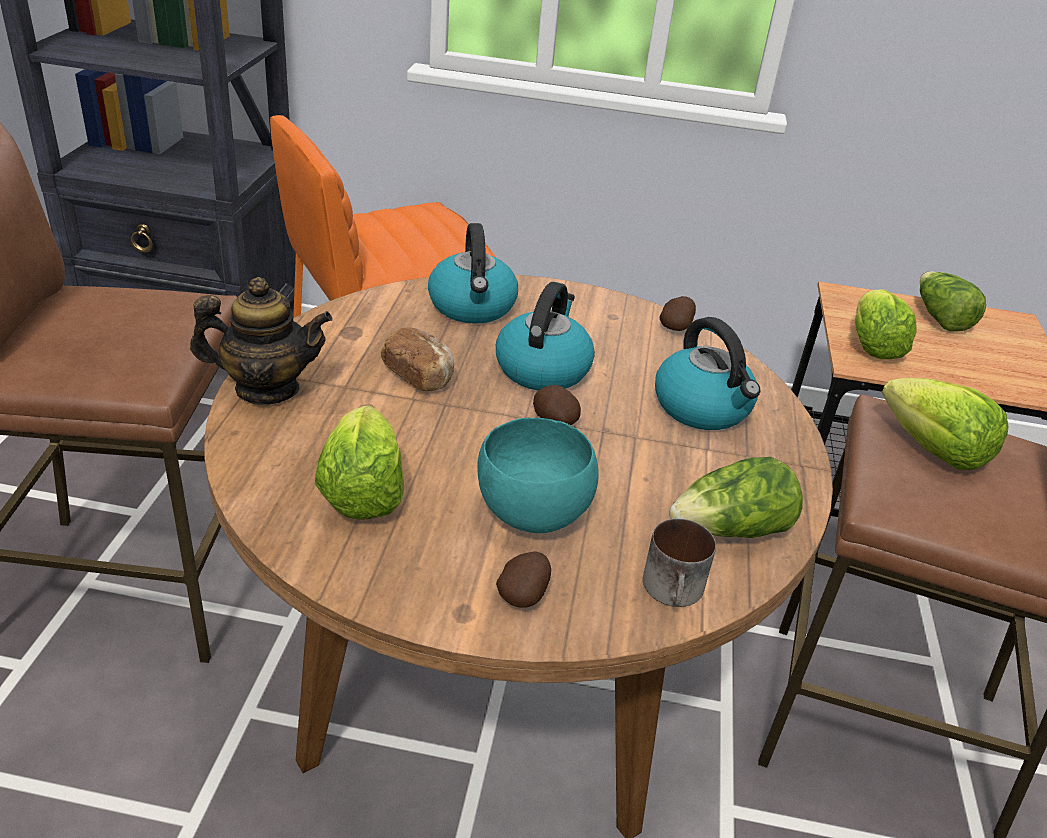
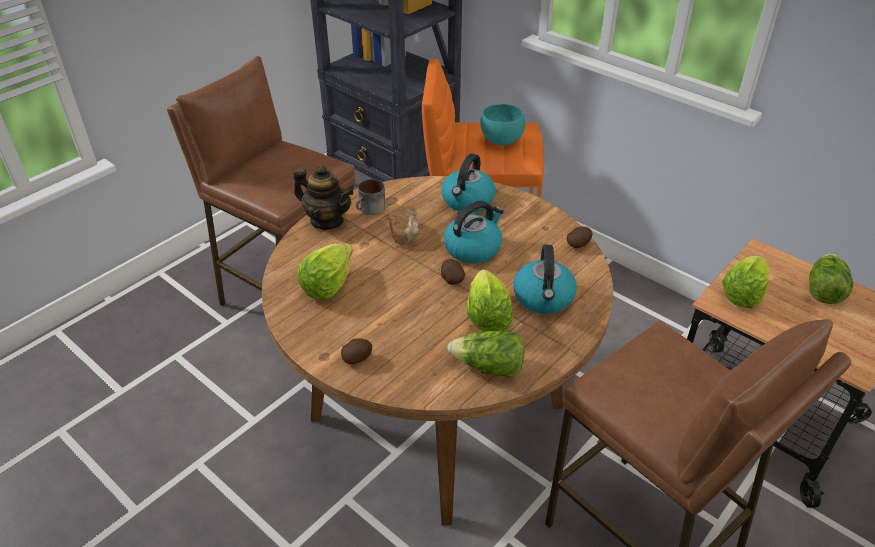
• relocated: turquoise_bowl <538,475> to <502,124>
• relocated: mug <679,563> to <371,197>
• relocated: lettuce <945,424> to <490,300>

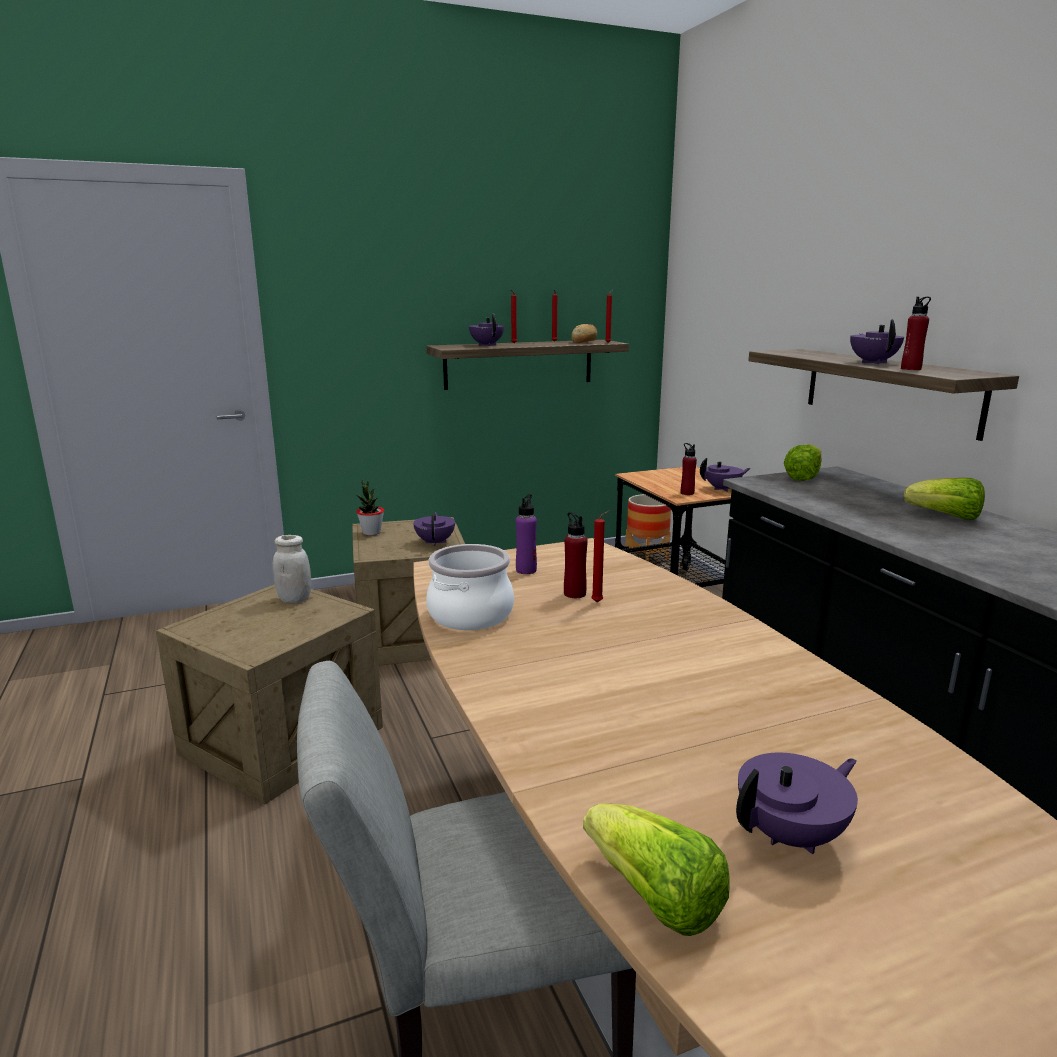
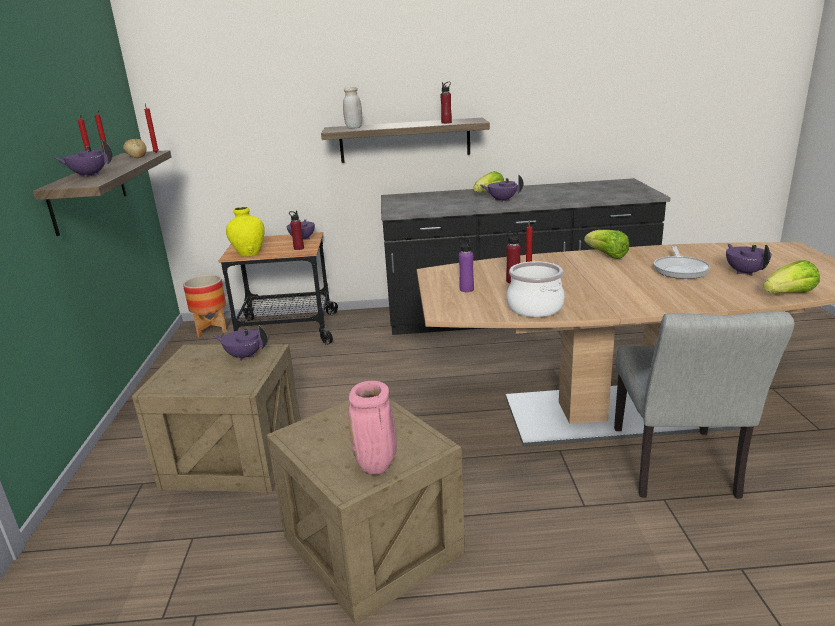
• relocated: white_jar <292,569> to <352,108>
• missing: potted_plant <370,507>
• relocated: lettuce <803,462> to <606,244>
• relocated: purple_teapot <877,341> to <502,188>
• appeared: yellow_vase <245,231>
• appeared: pink_vase <372,427>
• appeared: frying_pan <682,262>

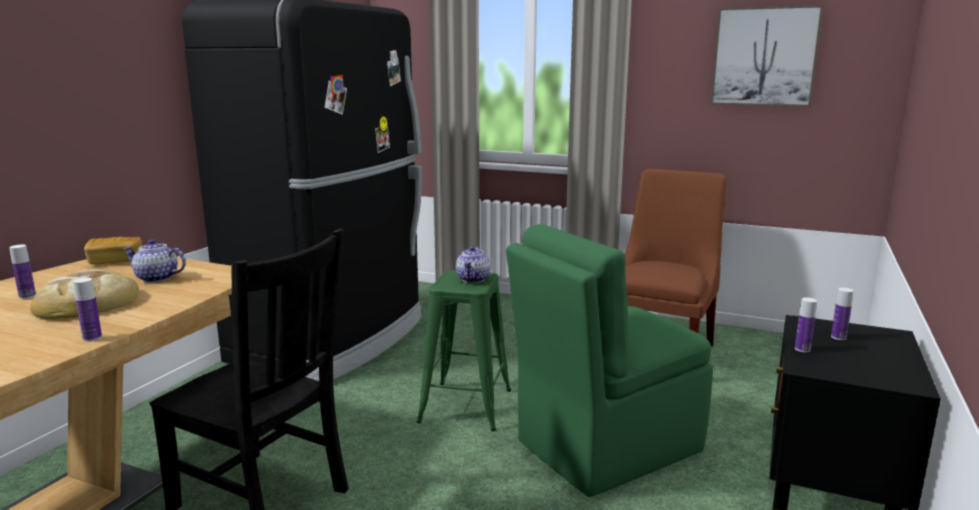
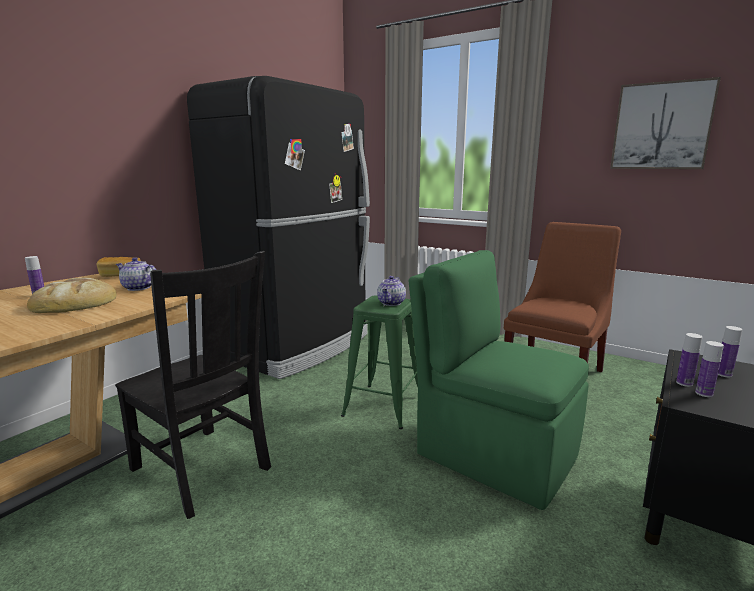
• relocated: bottle <87,310> to <709,369>
• spun: green_chair <609,360> = <499,380> 60 degrees clockwise

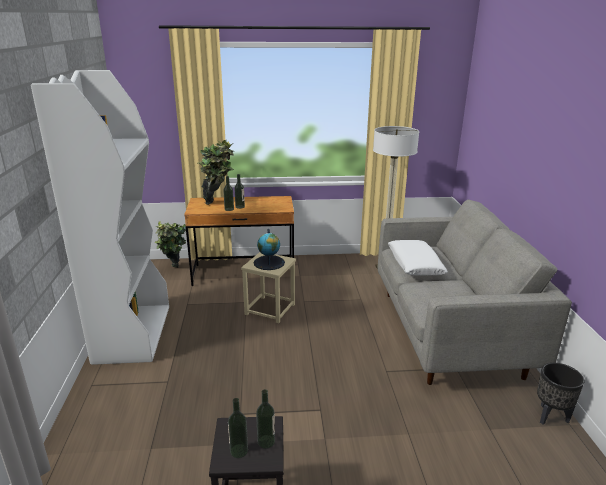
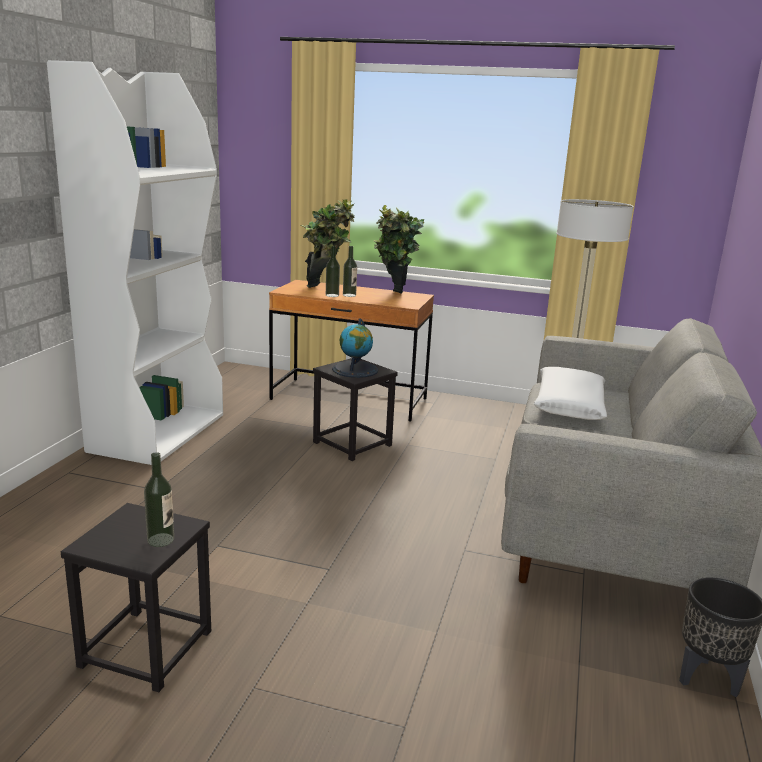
• relocated: potted_plant <170,244> to <398,249>
• missing: bottle <238,428>
• colour: beige_stool <268,287> to black_stool <355,409>

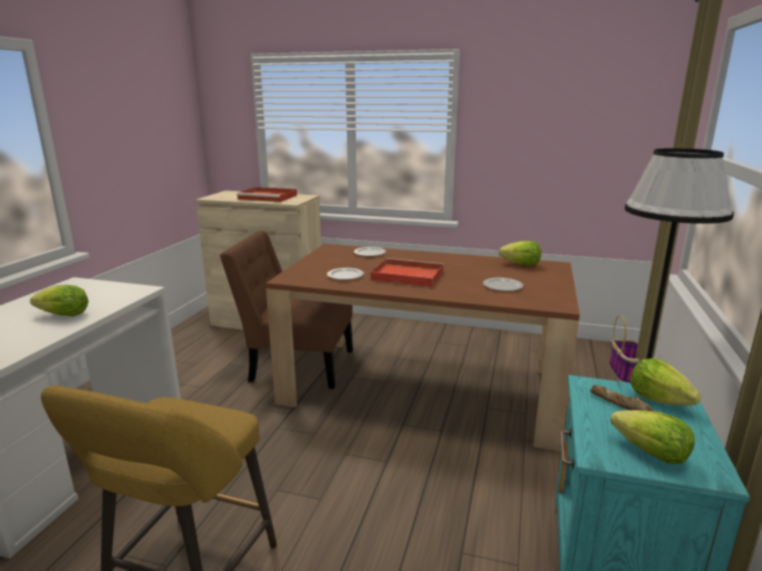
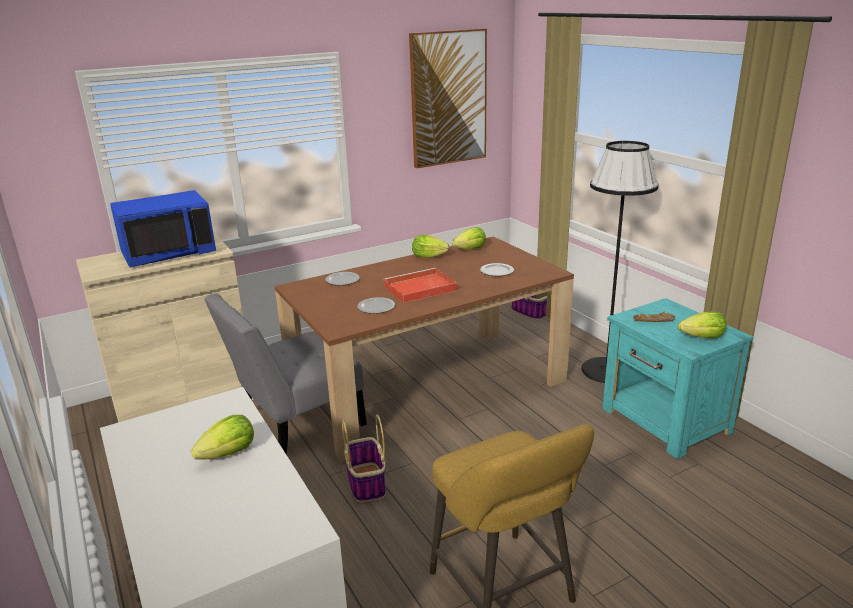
• colour: brown_chair <286,310> to grey_chair <285,374>
• exchanged: red_tray <266,194> to blue_microwave <163,229>
• relocated: lettuce <665,381> to <430,246>
• appeared: basket <364,458>
• appeared: picture <448,99>

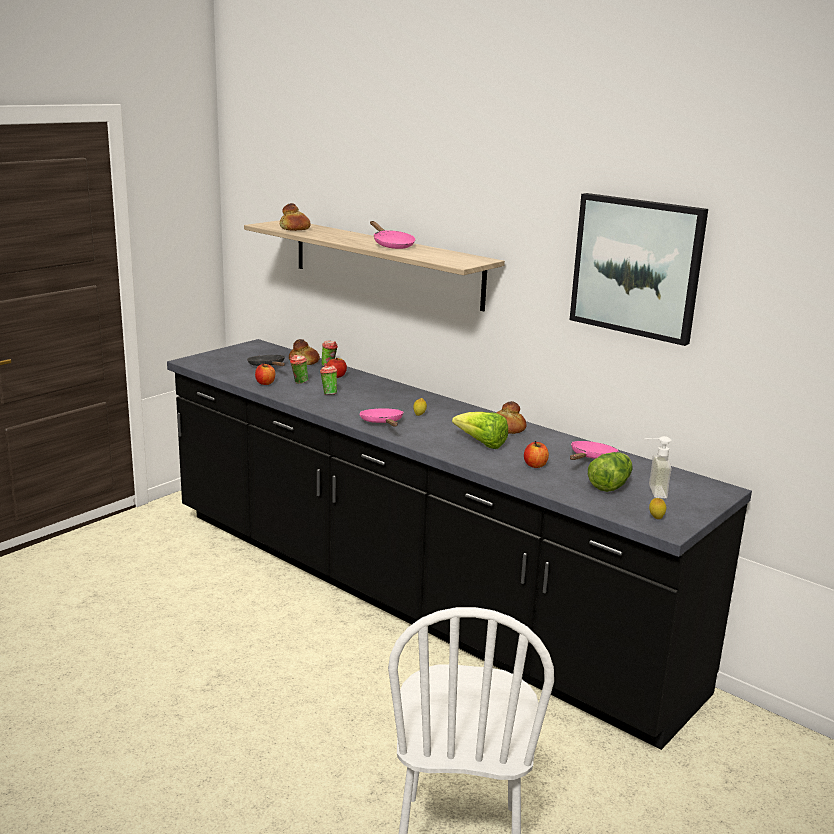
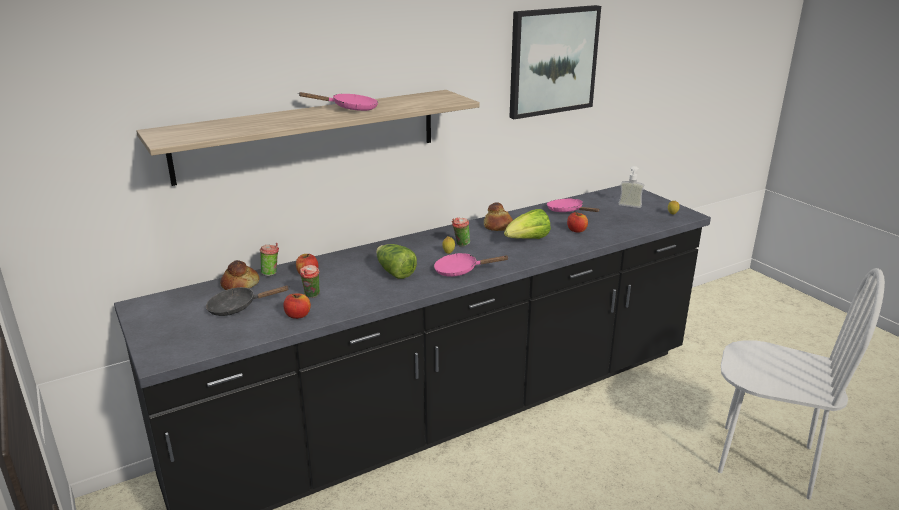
• missing: bread <295,217>
• relocated: cup <328,379> to <461,232>
• relocated: lettuce <610,472> to <396,261>

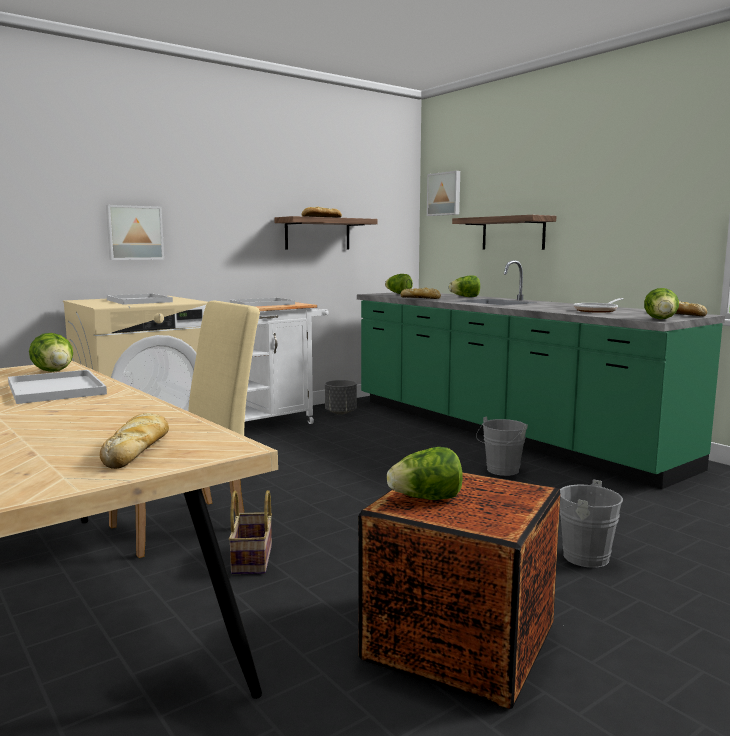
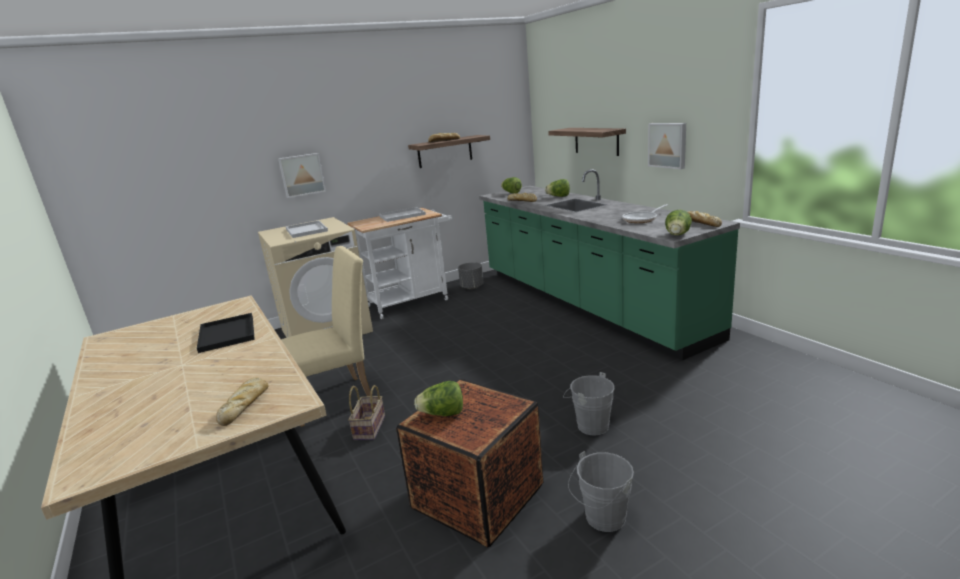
• colour: white_tray <57,387> to black_tray <226,333>
• missing: lettuce <51,352>
• relocated: picture <443,193> to <667,146>
• relocated: grey_bucket <502,446> to <601,491>

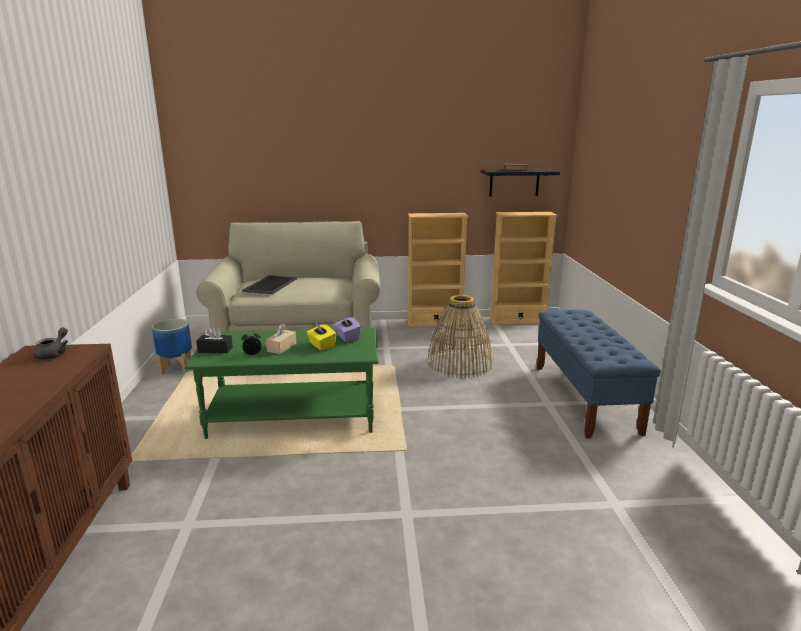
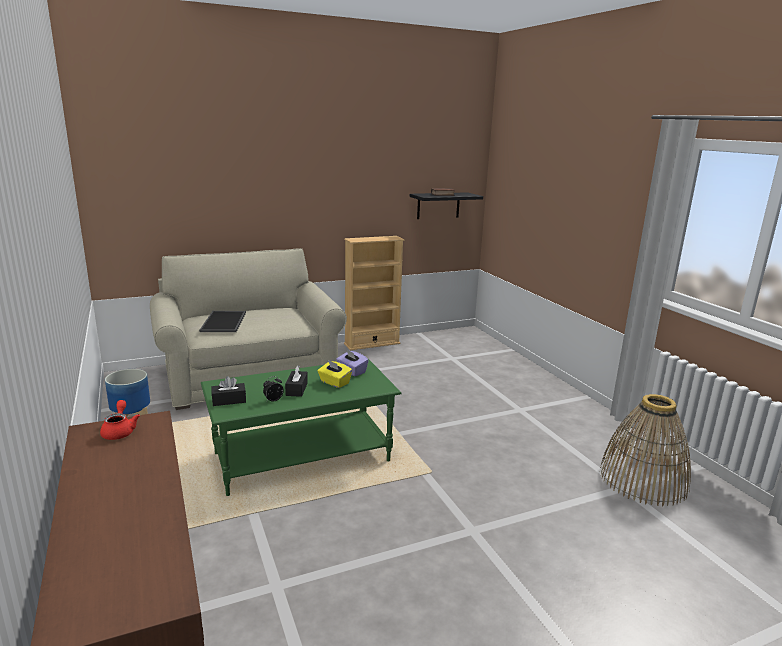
• colour: grey_teapot <50,344> to red_teapot <120,420>
• colour: beige_tissue_box <281,339> to black_tissue_box <296,381>
• relocated: basket <460,336> to <645,450>
• missing: beige_bookcase <524,268>
• missing: blue_bench <599,374>

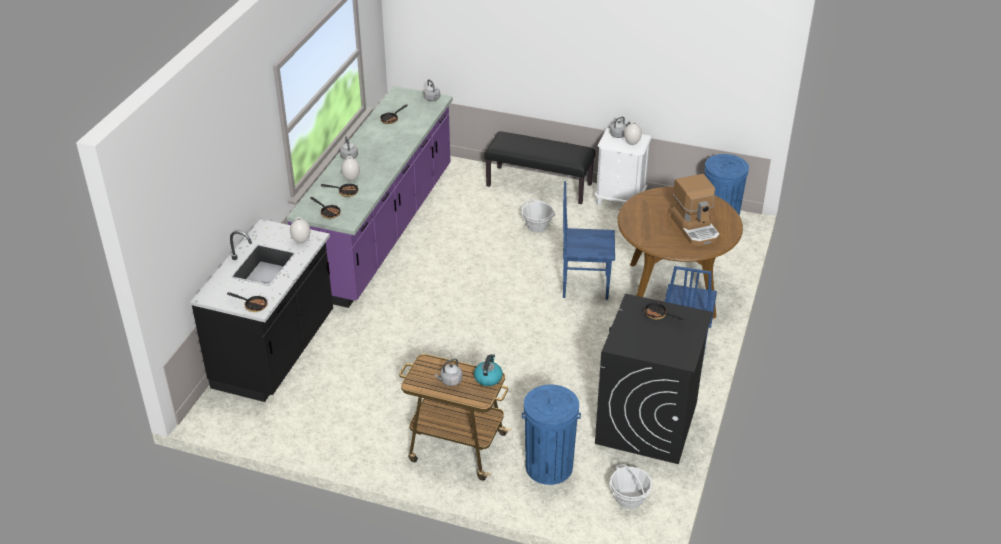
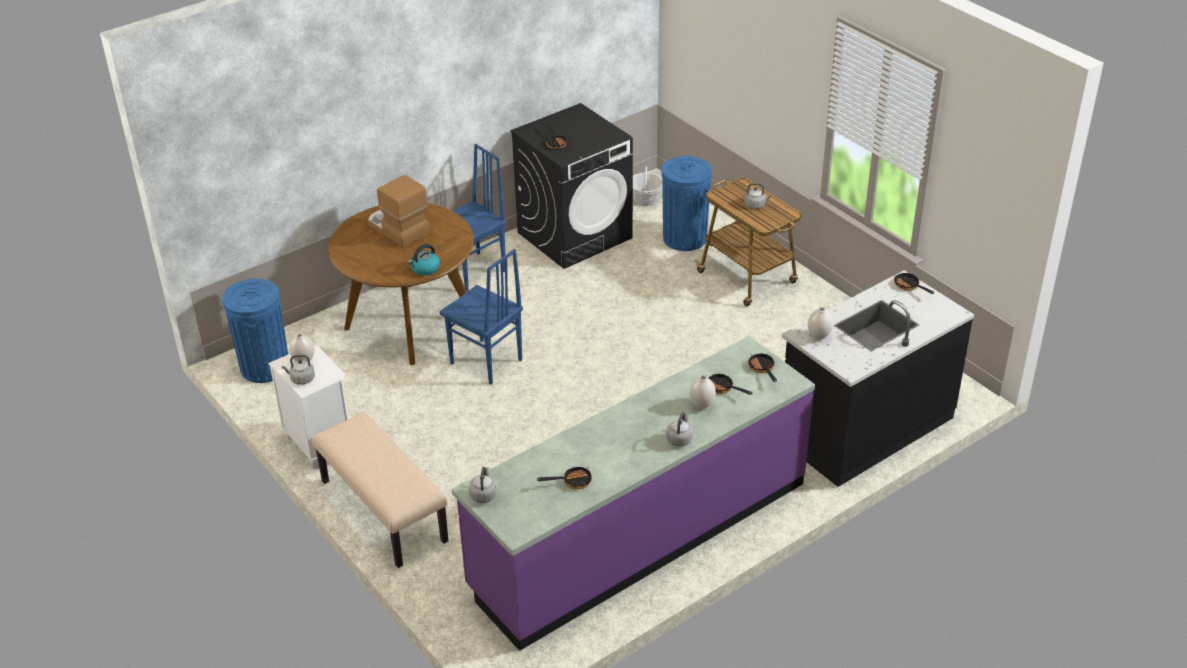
• relocated: kettle <488,370> to <424,260>
• colour: black_bench <539,167> to beige_bench <380,490>
• missing: basket <538,215>
• spun: coffee_machine <695,210> = <399,211> 60 degrees counterclockwise

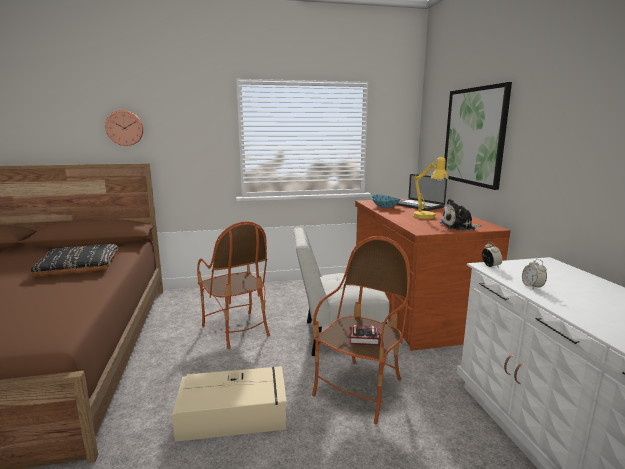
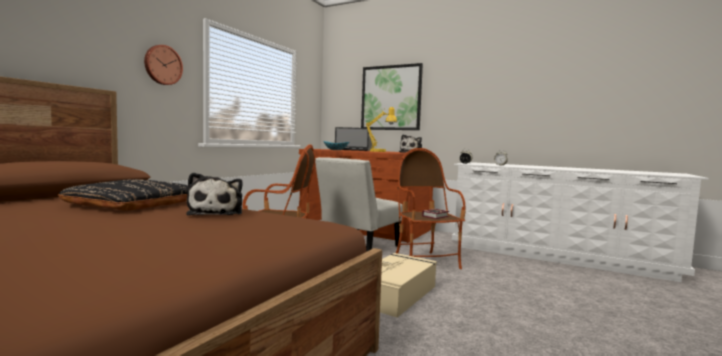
• relocated: wall_clock <124,128> to <163,65>
• appeared: plush_toy <214,193>

